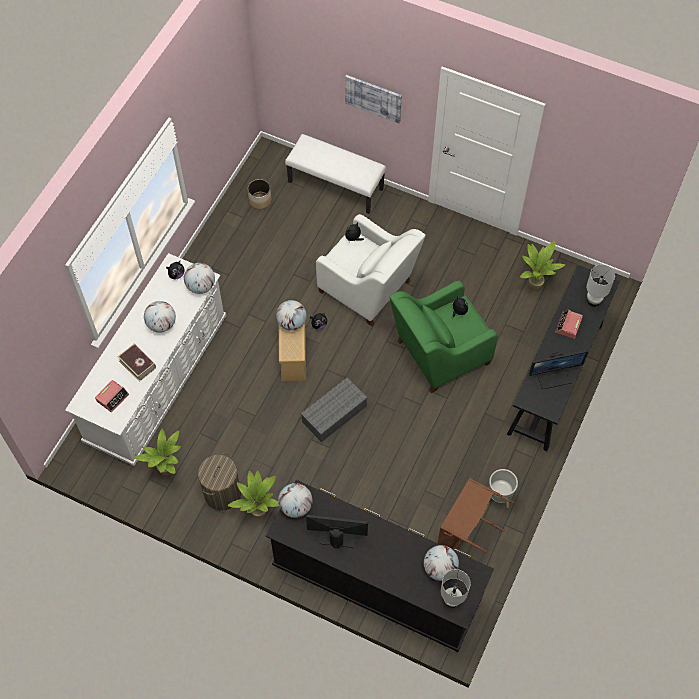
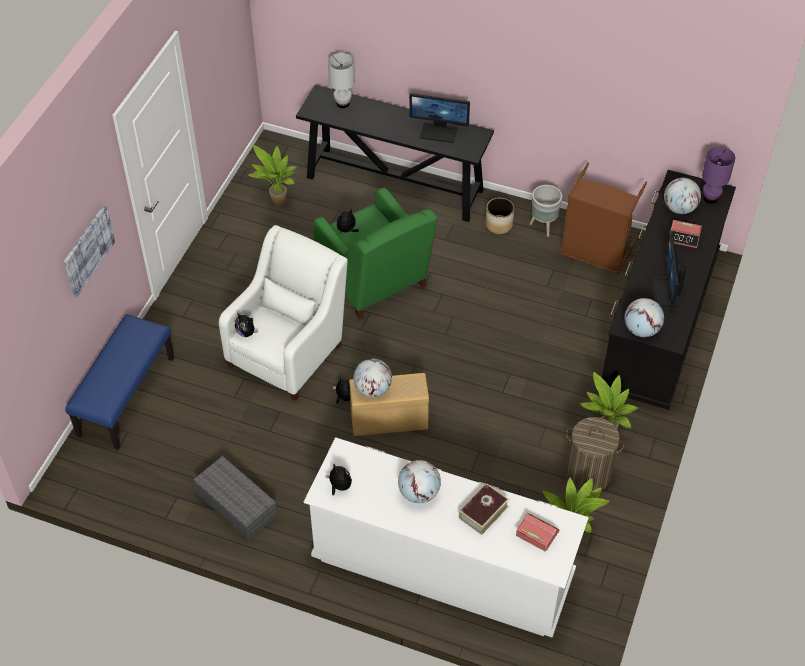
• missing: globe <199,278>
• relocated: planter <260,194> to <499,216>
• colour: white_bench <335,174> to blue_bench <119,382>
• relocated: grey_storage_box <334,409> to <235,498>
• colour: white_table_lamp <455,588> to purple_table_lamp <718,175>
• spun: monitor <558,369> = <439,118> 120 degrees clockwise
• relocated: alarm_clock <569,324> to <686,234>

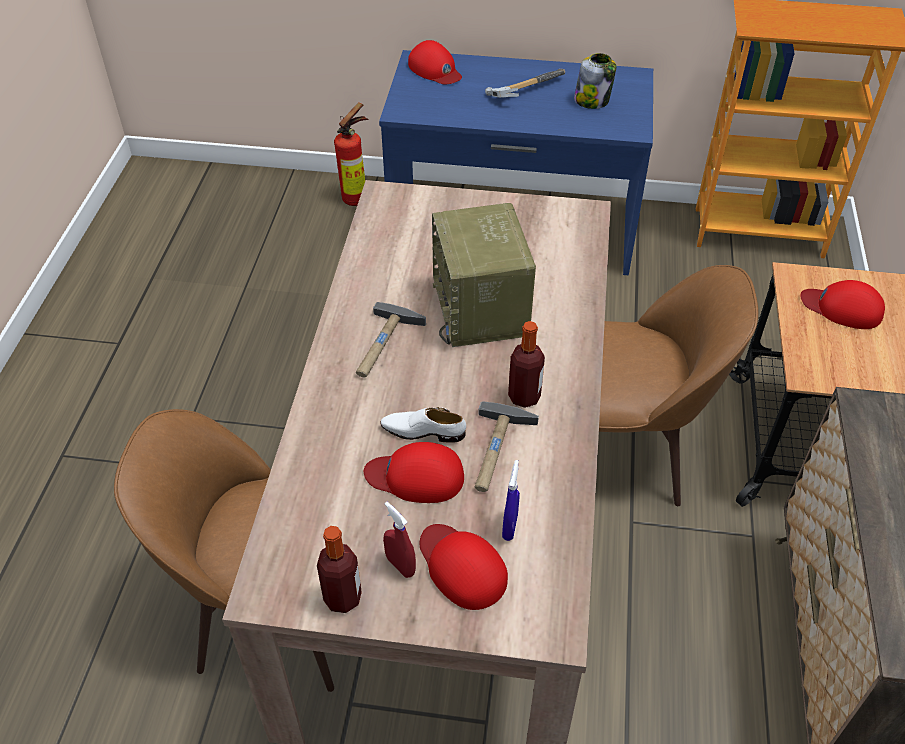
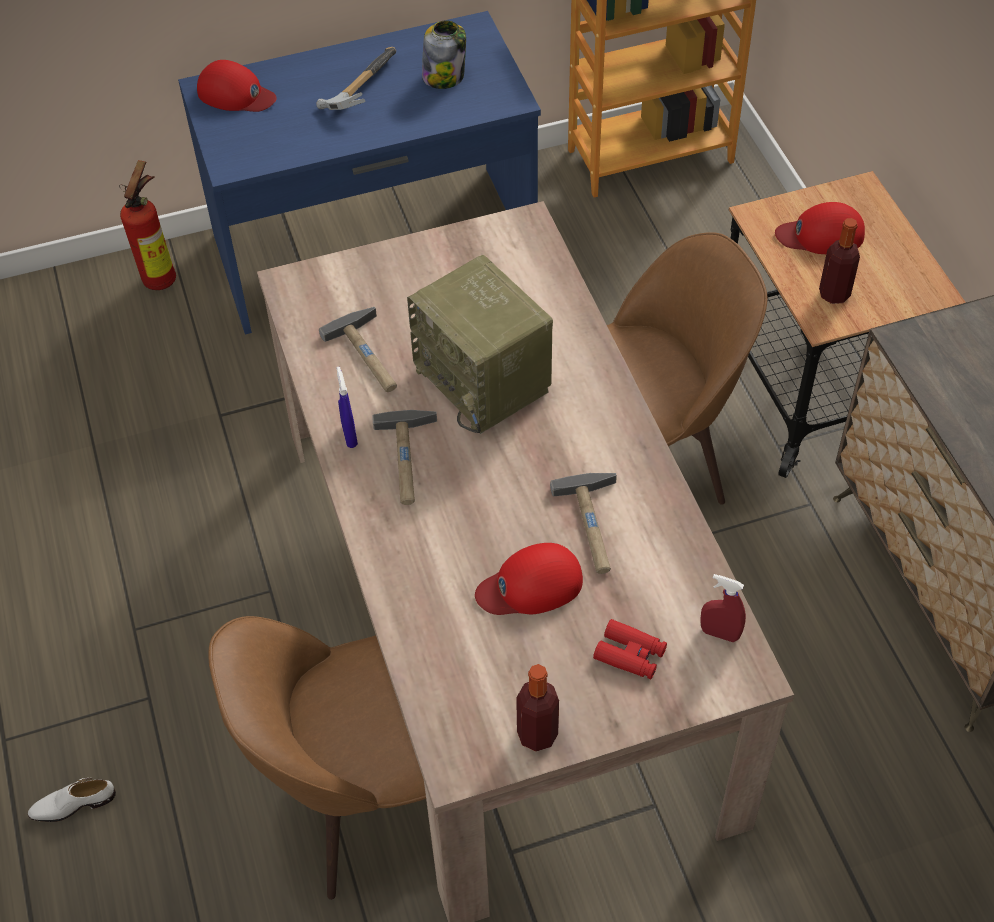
• relocated: white_shoe <423,425> to <72,800>
• relocated: red_spray_bottle <399,540> to <723,608>
• exchanged: red_cap <464,567> to red_binoculars <630,649>
• relocated: blue_spray_bottle <511,500> to <347,407>
• relocated: bottle <526,364> to <839,261>
• appeared: hammer <358,349>

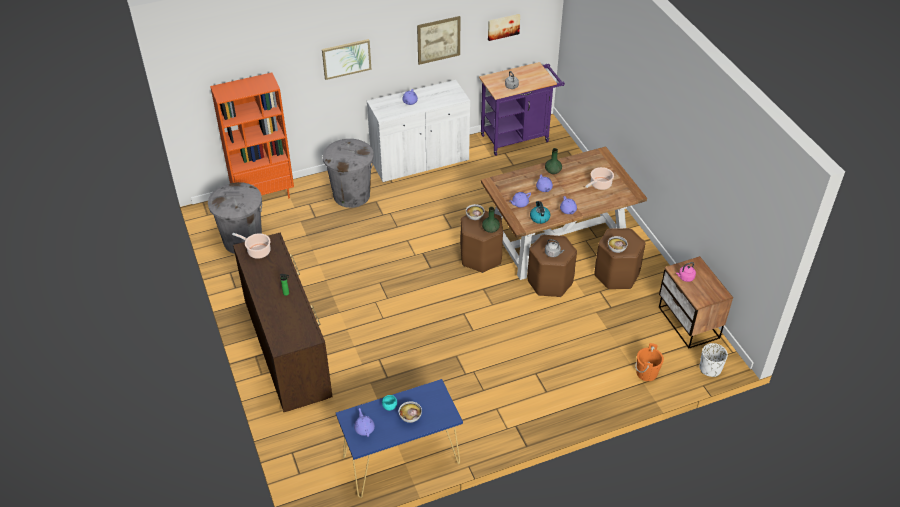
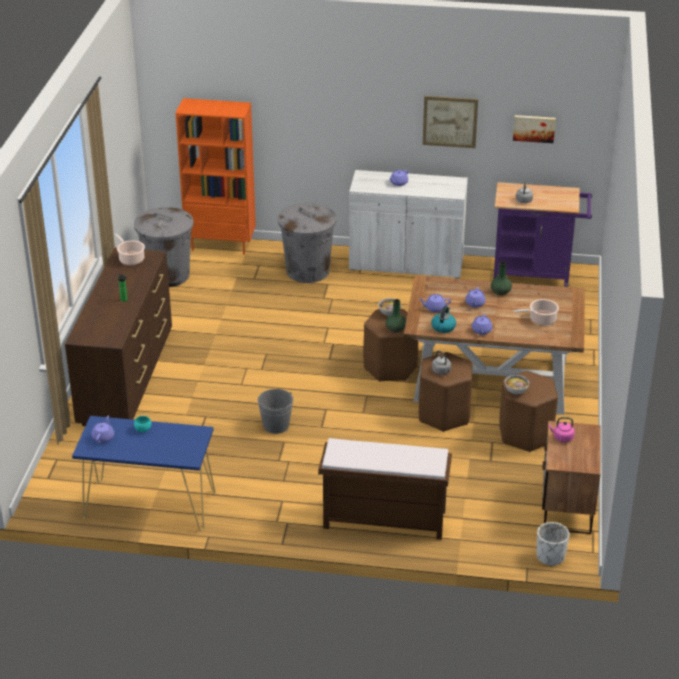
• missing: picture <346,59>
• missing: bowl <410,412>
• missing: orange_bucket <649,362>
• appeared: grey_bucket <275,411>
• appeared: brown_bench <385,489>

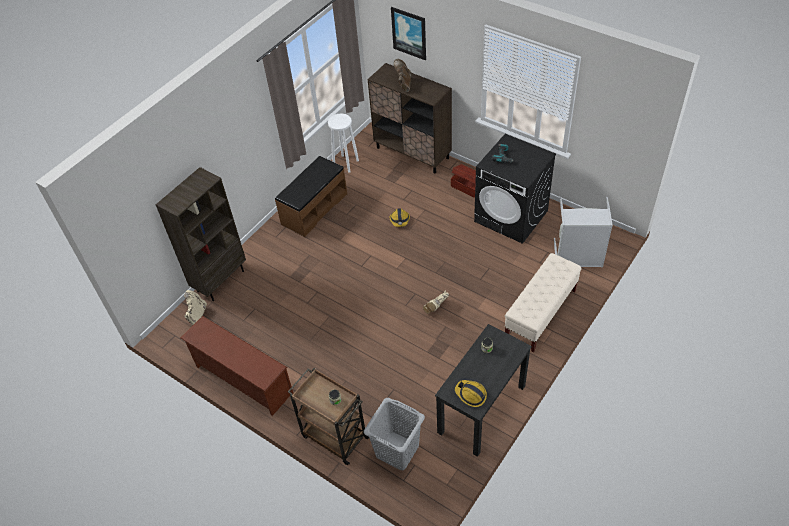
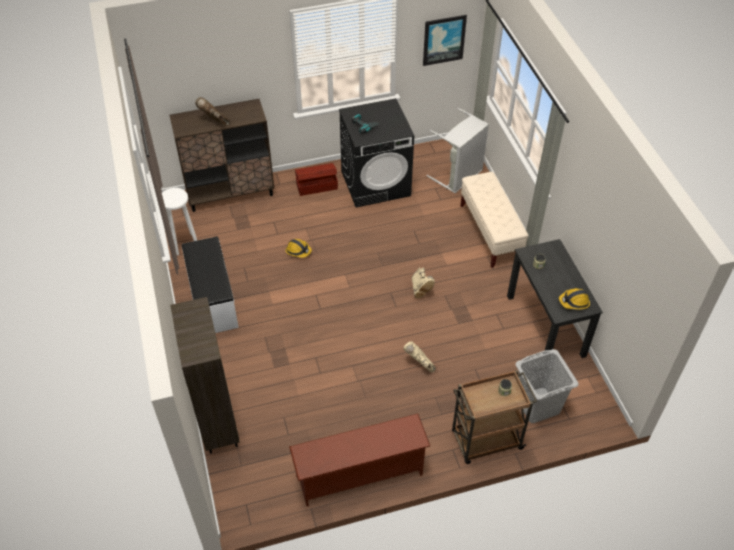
• relocated: beige_boot <195,307> to <419,356>
• colour: brown_bench <311,196> to white_bench <210,284>
• relocated: picture <408,33> to <445,40>

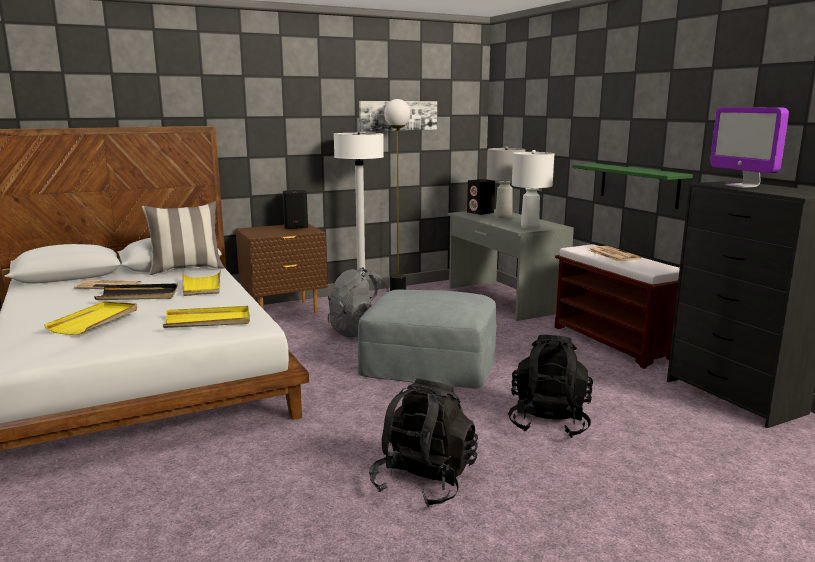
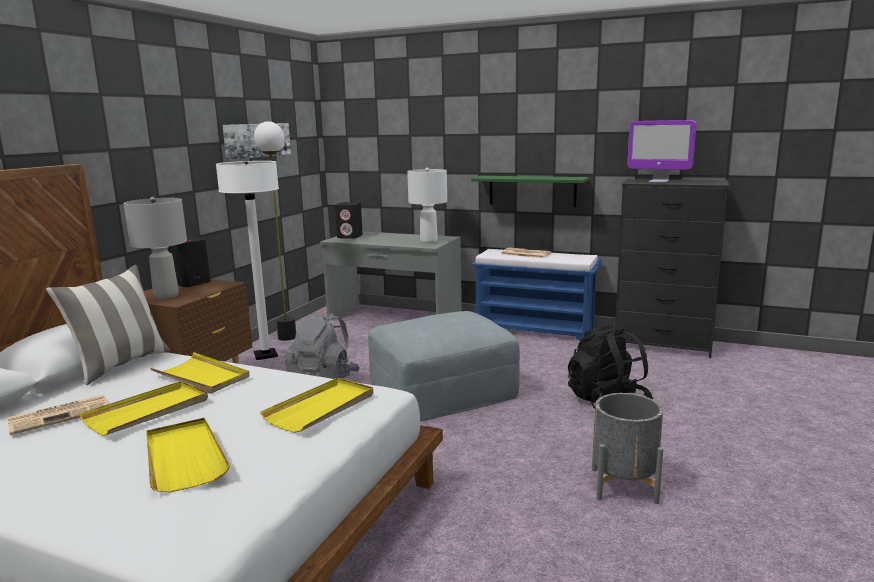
• colour: black_tray <136,291> to yellow_tray <143,408>
• exchanged: black_backpack <423,442> to grey_planter <627,448>
• relocated: grey_table_lamp <506,182> to <155,248>
• colour: brown_bench <617,306> to blue_bench <536,295>

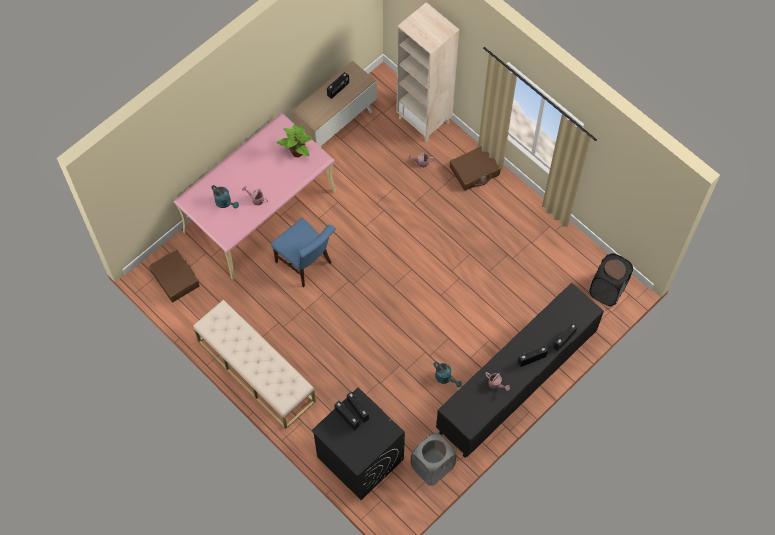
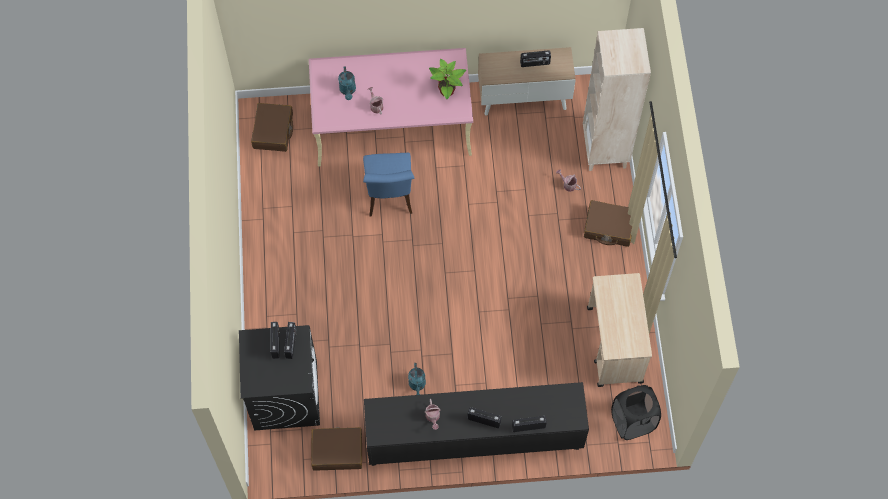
• missing: beige_bench <254,364>
• exchanged: grey_laundry_basket <433,459> to brown_suitcase <336,448>
• appeared: beige_cart <619,330>

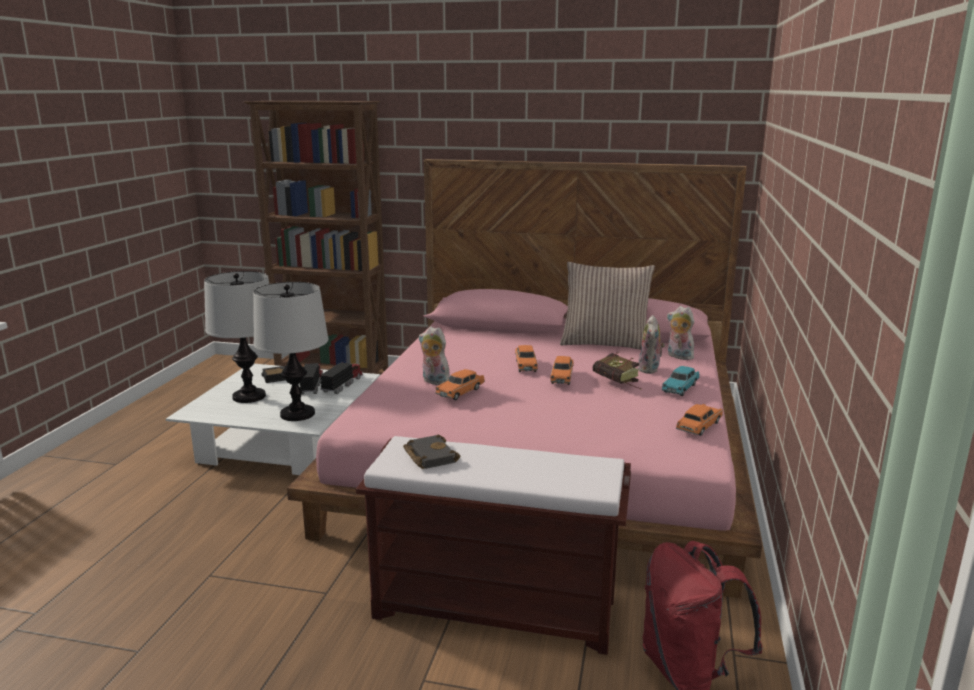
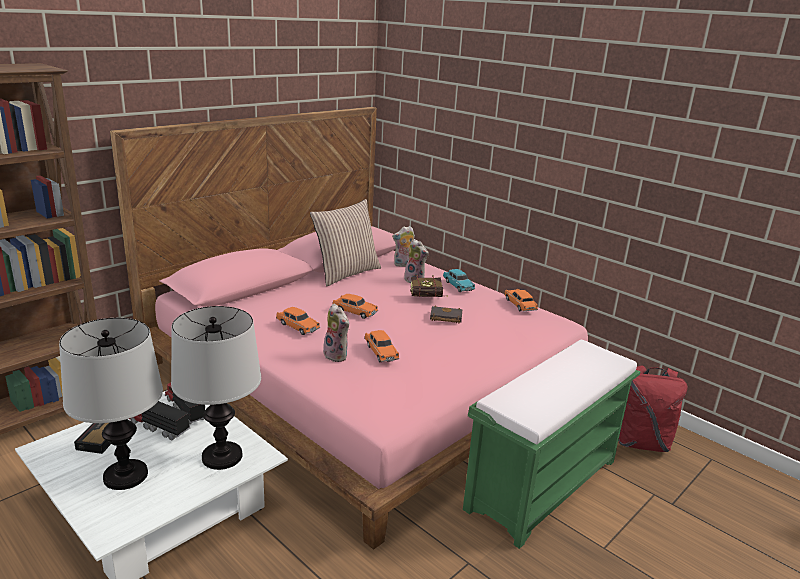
• colour: brown_bench <493,545> to green_bench <551,444>
• relocated: black_book <431,452> to <446,314>
• spun: plush_toy <434,355> = <336,332> 105 degrees counterclockwise
• relocated: orange_toy_car <562,370> to <298,321>

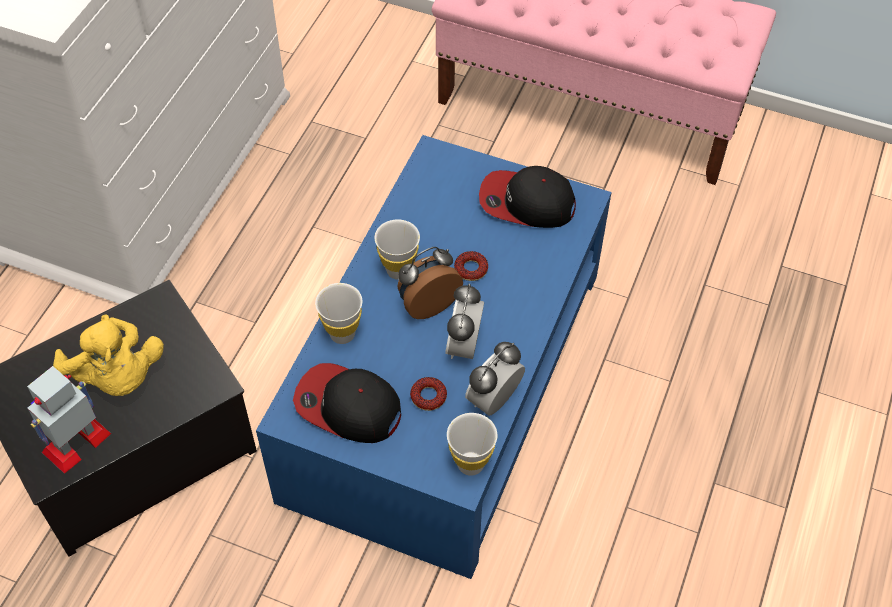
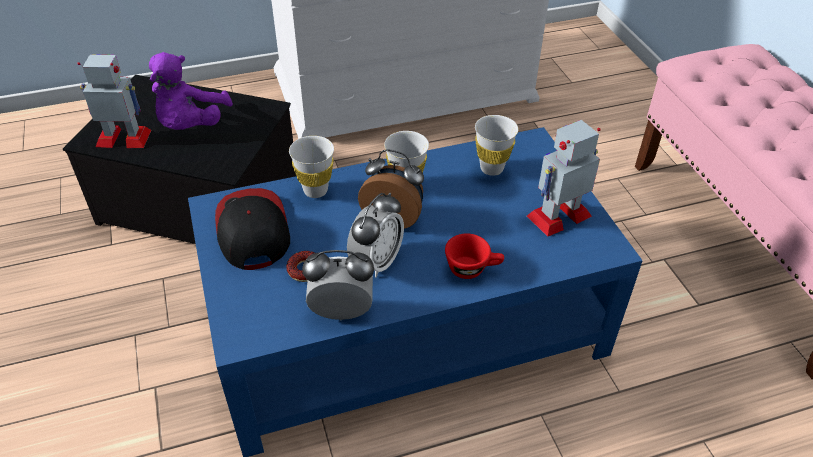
• colour: yellow_plush_toy <108,355> to purple_plush_toy <191,91>
• spun: alarm_clock <464,321> = <375,235> 150 degrees clockwise
• relocated: white_cup <472,444> to <496,145>
• missing: donut <471,266>
• exchanged: cap <527,197> to toy_robot <564,178>
• appeared: red_cup <474,256>

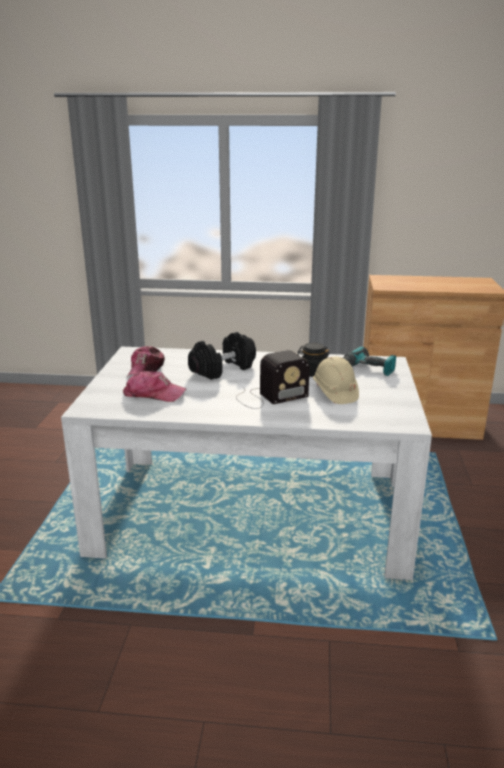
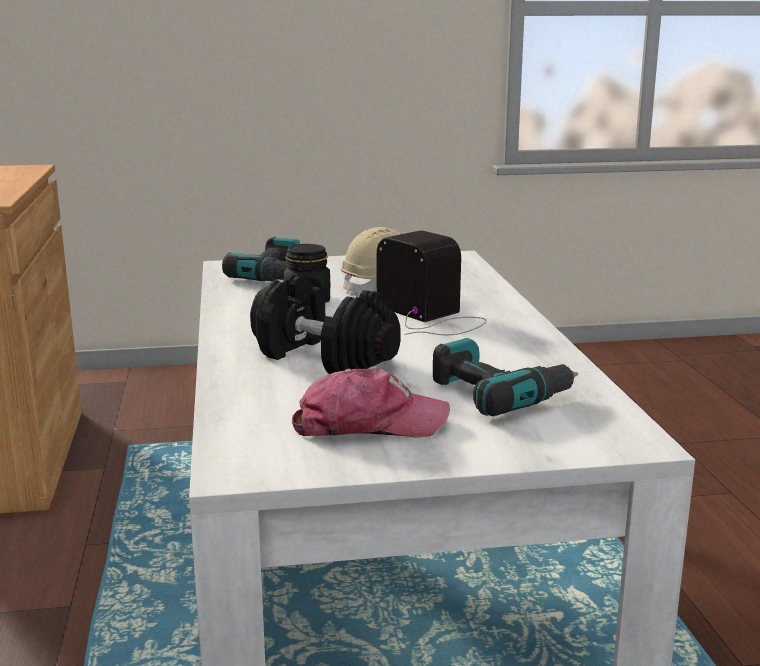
• exchanged: cap <154,386> to power_drill <505,377>

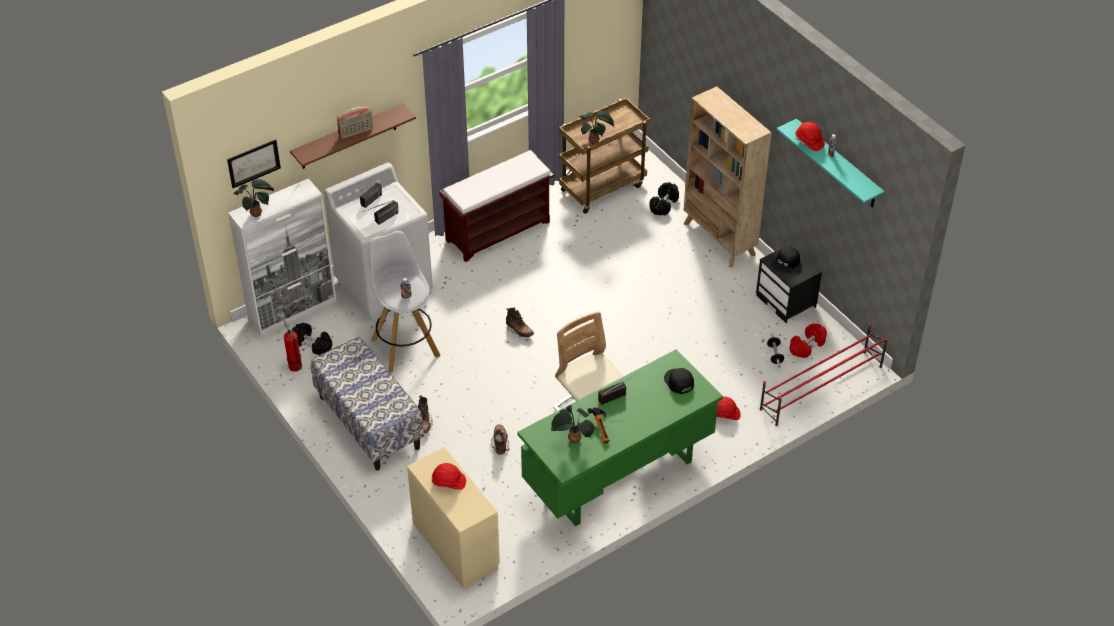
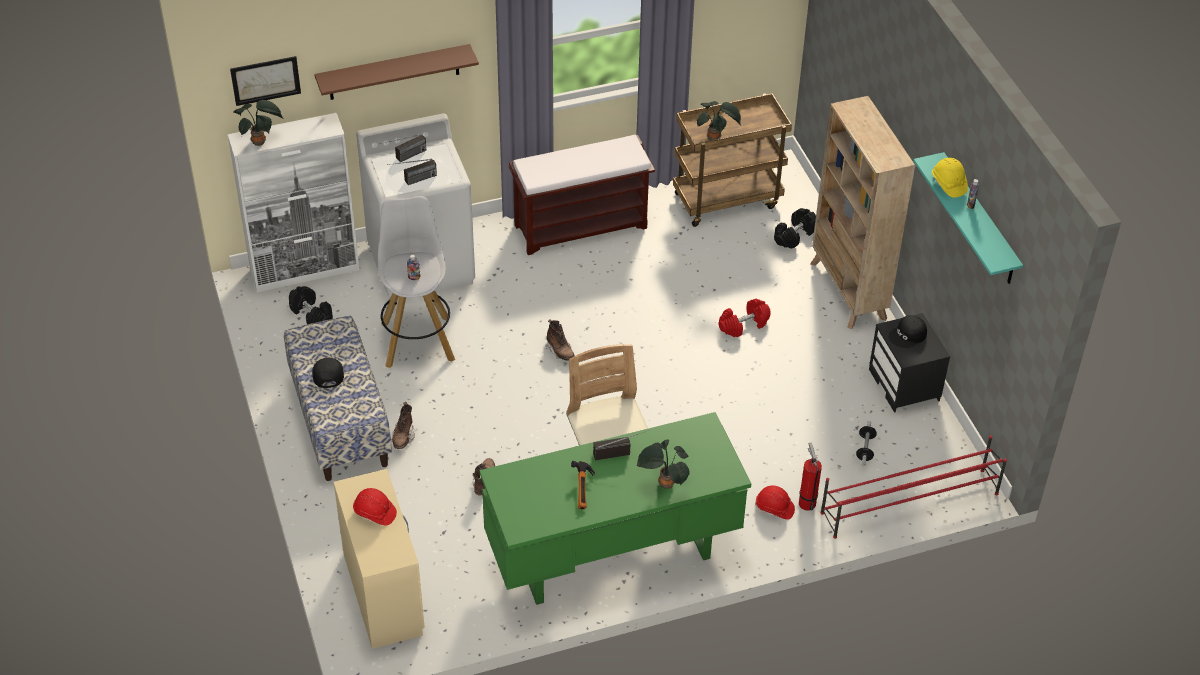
• relocated: fire_extinguisher <293,345> to <810,476>
• missing: radio <355,123>
• relocated: potted_plant <572,424> to <663,464>
• relocated: black_cap <679,381> to <328,373>
• relocated: red_dumbbell <808,340> to <744,318>
• colour: red_hard_hat <810,136> to yellow_hard_hat <950,178>

